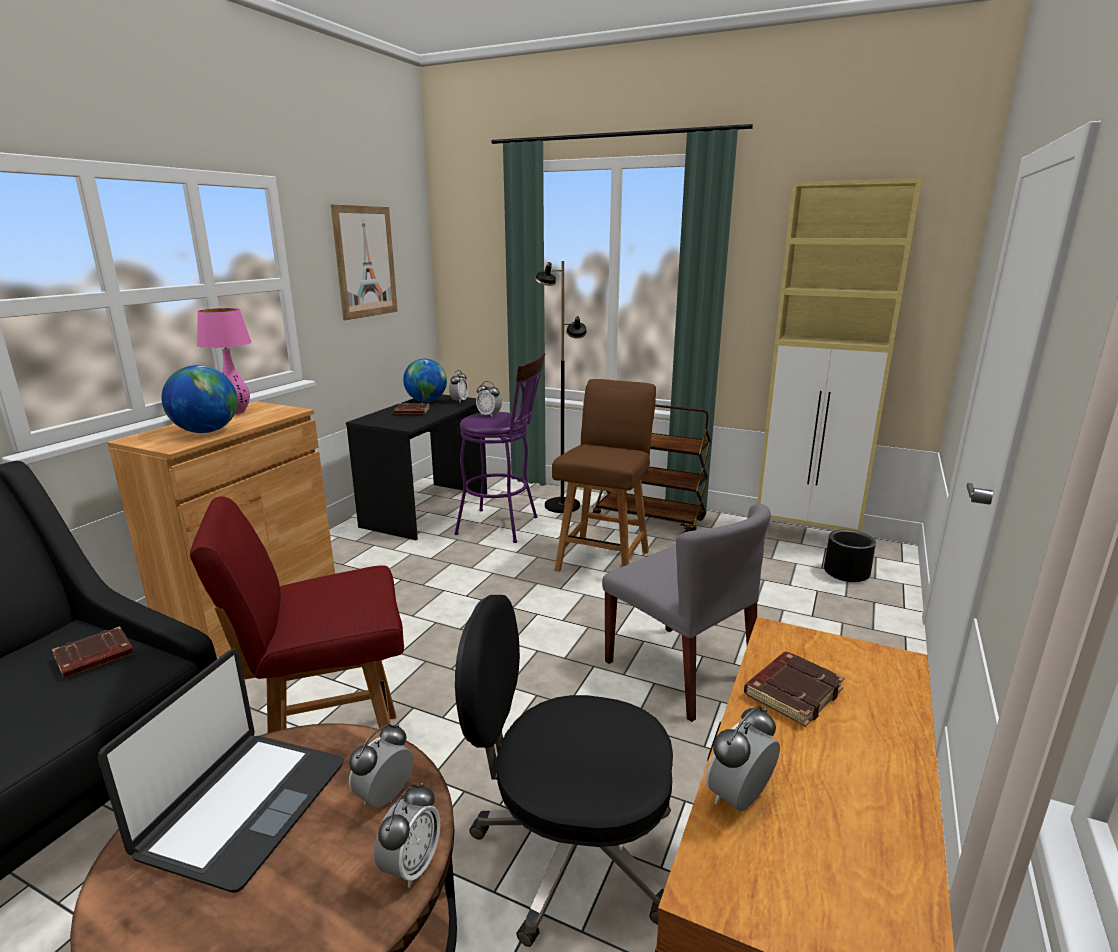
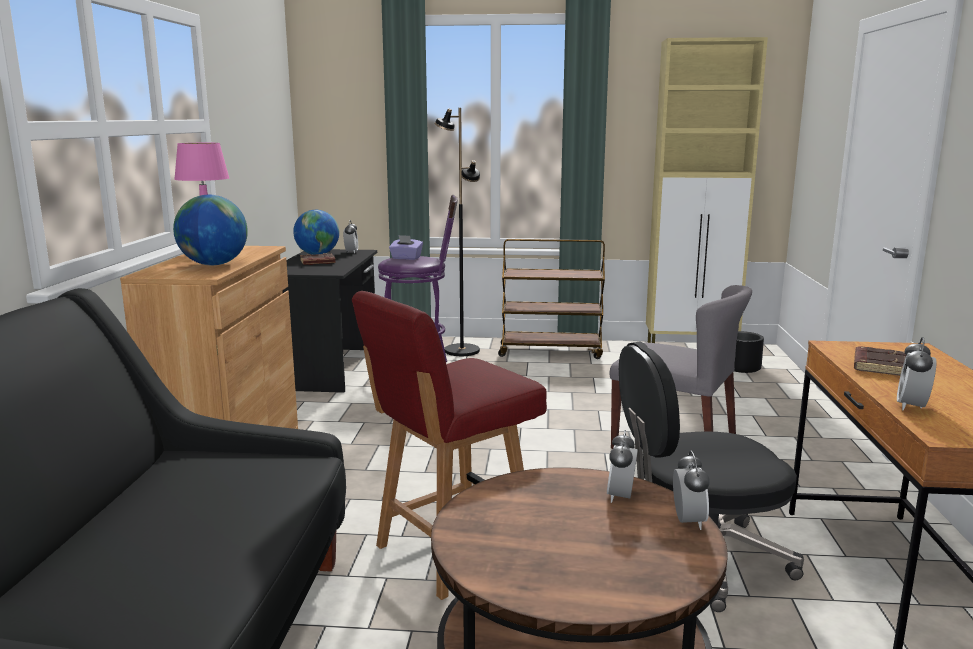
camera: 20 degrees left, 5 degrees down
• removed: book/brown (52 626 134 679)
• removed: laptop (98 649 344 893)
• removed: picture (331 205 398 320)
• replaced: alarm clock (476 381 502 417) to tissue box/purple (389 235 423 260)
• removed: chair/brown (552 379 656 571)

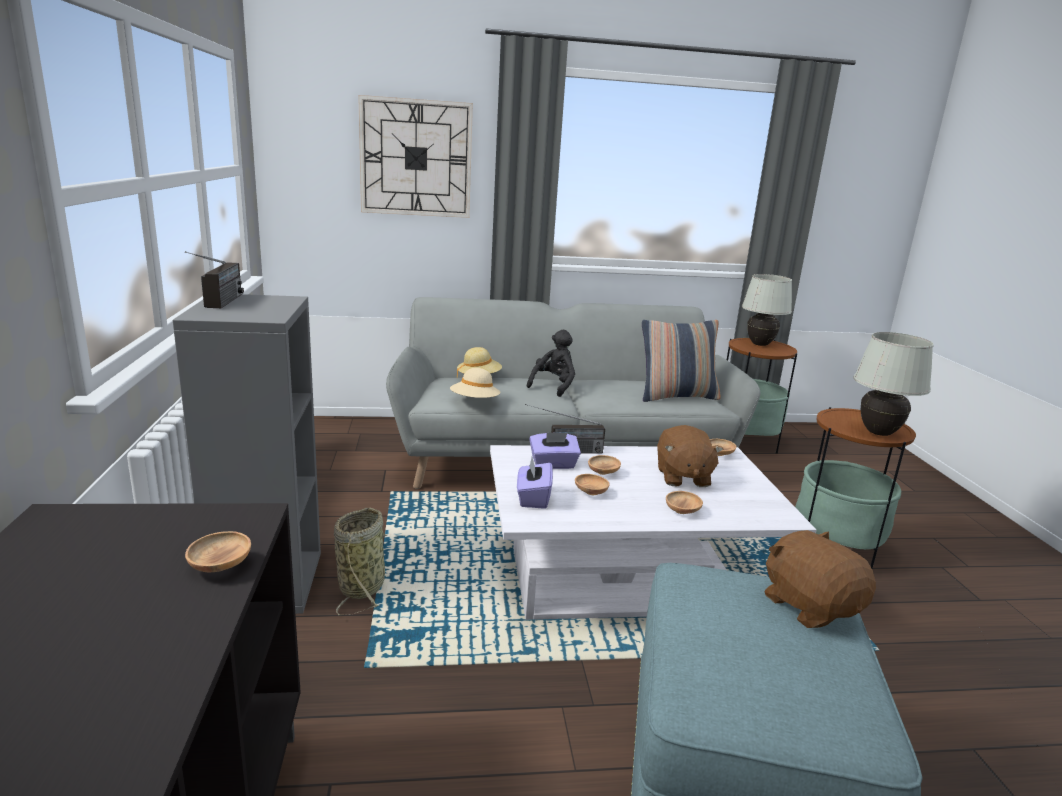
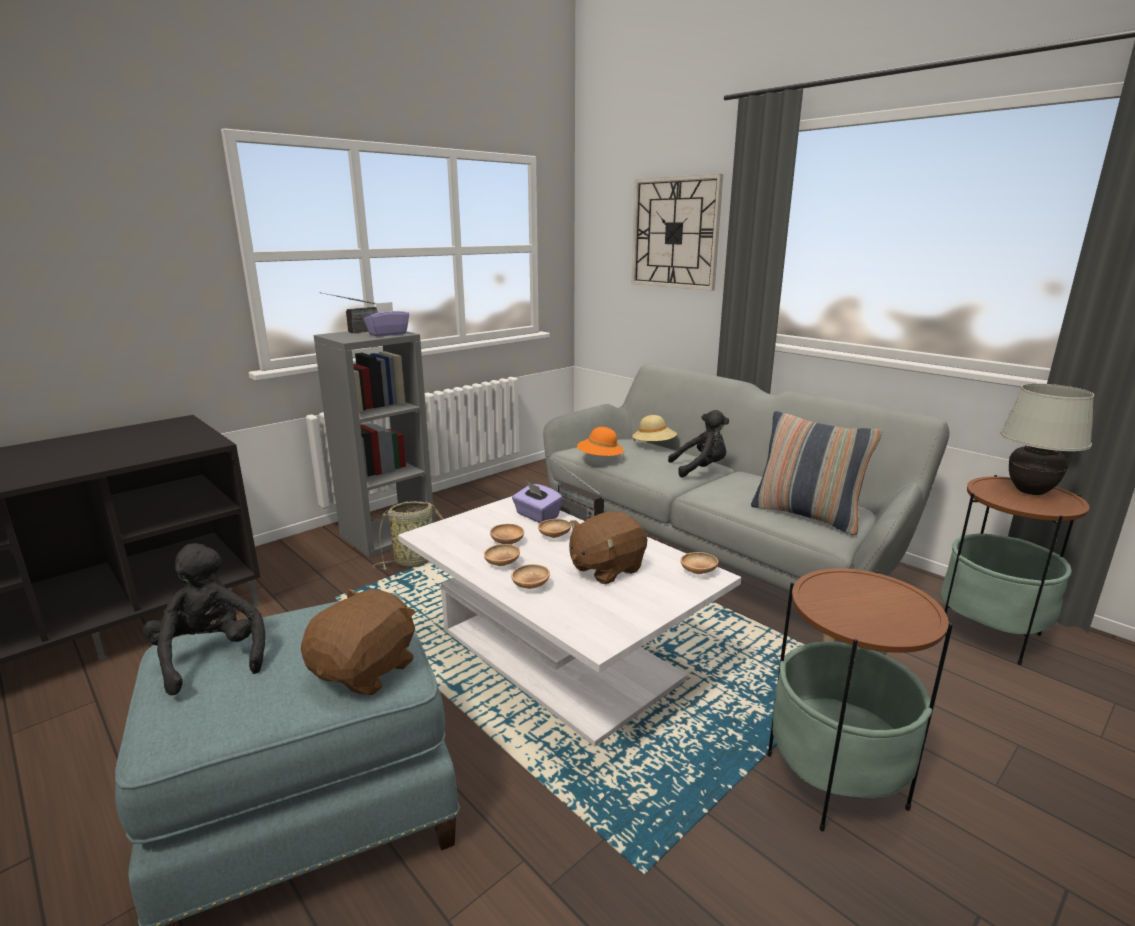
camera: 55 degrees right, 0 degrees up
• moved: bowl/brown (185 531 251 572) to (484 544 520 566)
• recoloured: hat/beige (450 368 500 398) to hat/orange (577 427 624 460)
• moved: tissue box/purple (517 457 553 509) to (363 302 409 337)
• removed: table lamp/white (853 332 934 436)
• added: plush toy/black (143 543 265 695)

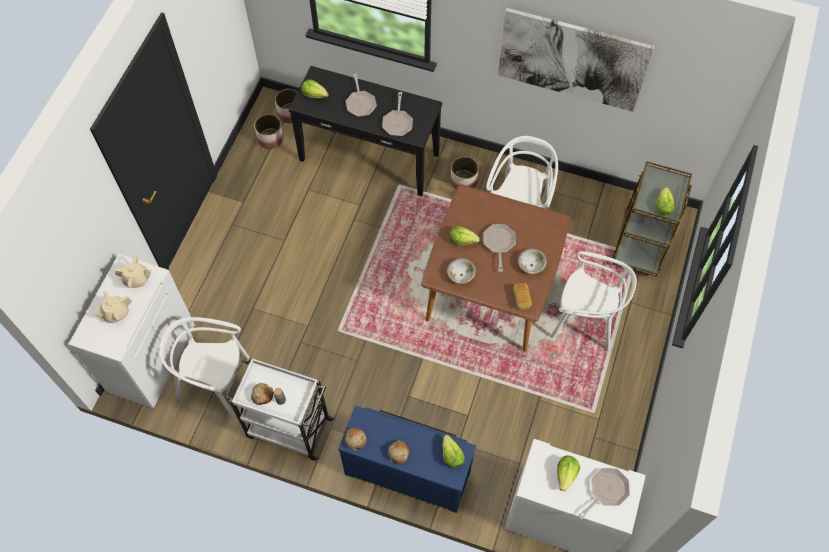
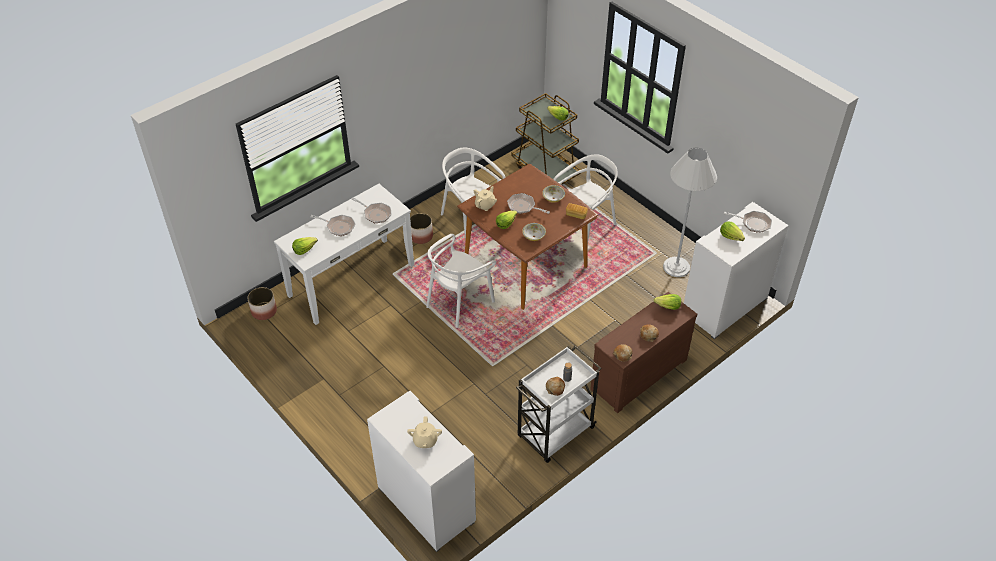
camera: 60 degrees left, 15 degrees down
• moved: teapot/beige (115 255 151 288) to (474 186 497 211)
• moved: chair/white (159 317 249 416) to (426 234 496 328)
• removed: planter (254 114 284 149)
• recoloured: console table/black (289 66 442 196) to console table/white (274 184 414 325)
• recoloured: dresser/blue (338 406 476 513) to dresser/brown (590 292 697 413)
• removed: picture (498 8 654 112)
• turned: frying pan (578 468 630 519) = (724 211 772 233) 120 degrees clockwise
• added: floor lamp/white (663 148 717 277)

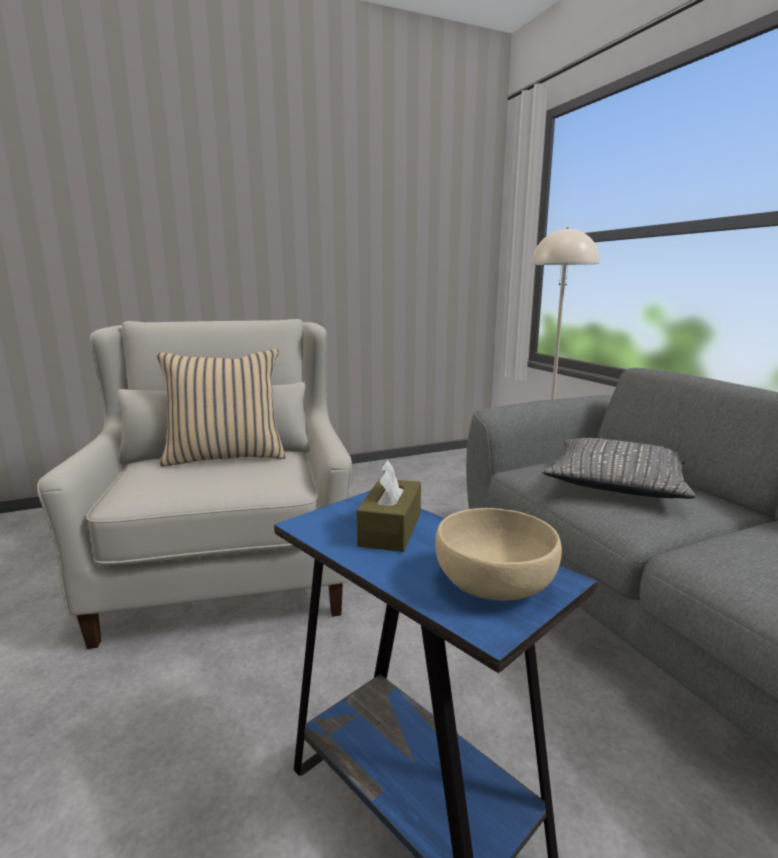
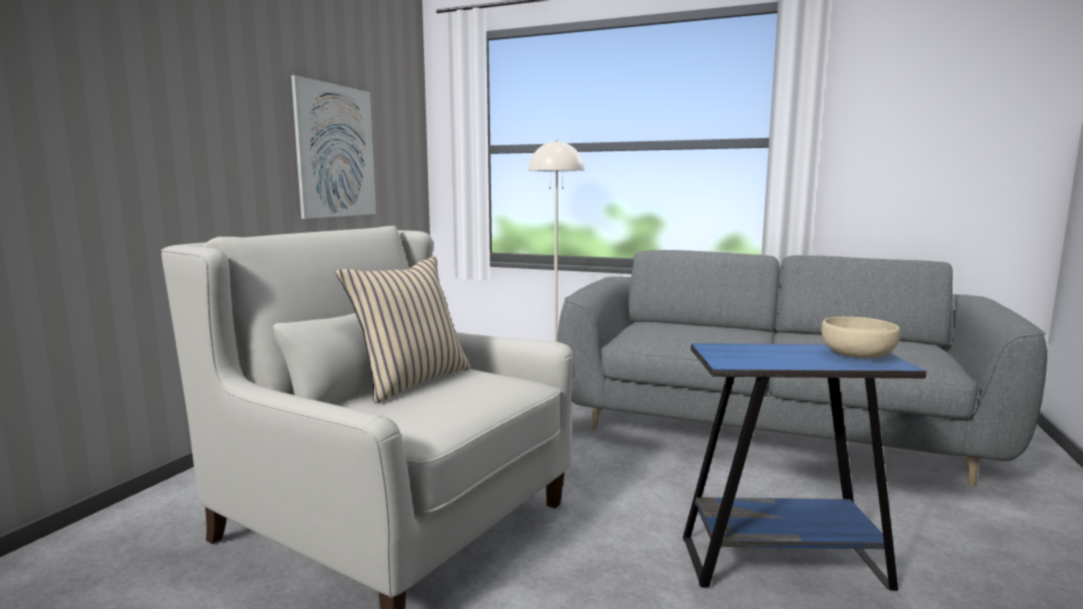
camera: 45 degrees left, 5 degrees down
• removed: tissue box/brown (357 460 421 552)
• removed: pillow/grey (542 438 696 499)
• added: picture (291 75 376 219)

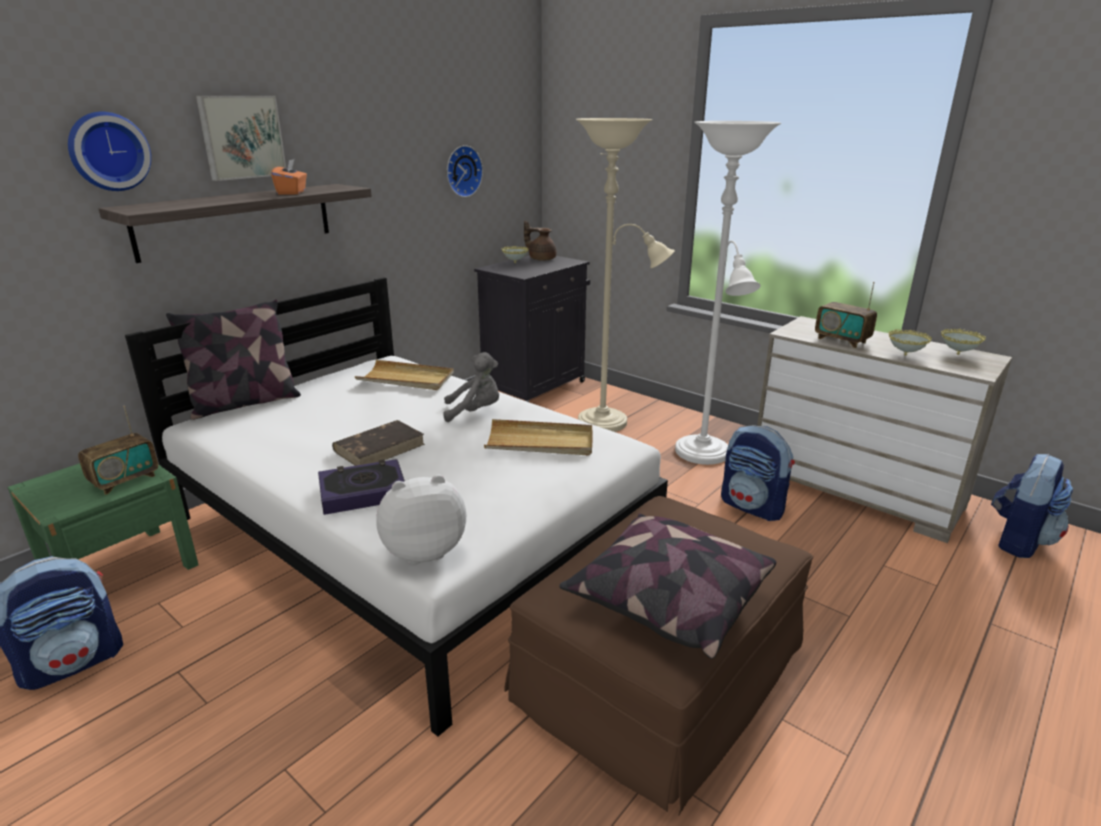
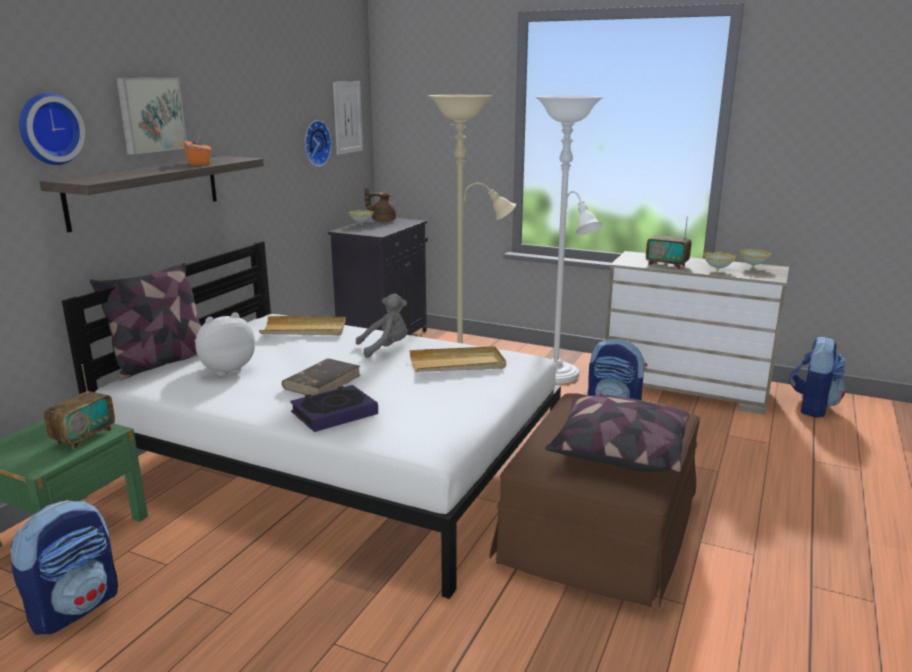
camera: 15 degrees left, 5 degrees down
• moved: plush toy (376 475 466 564) to (194 312 255 376)
• added: picture (333 82 363 155)

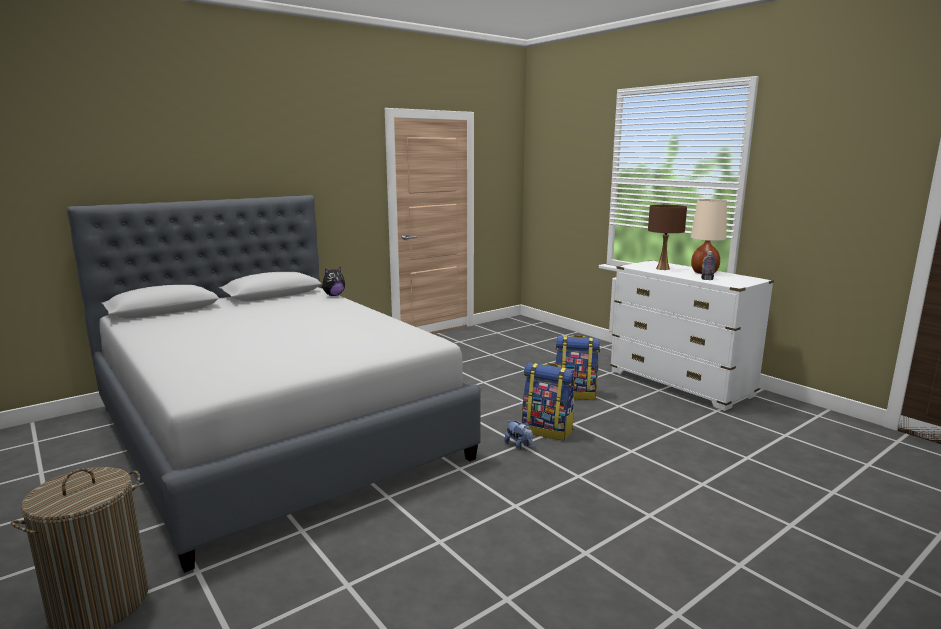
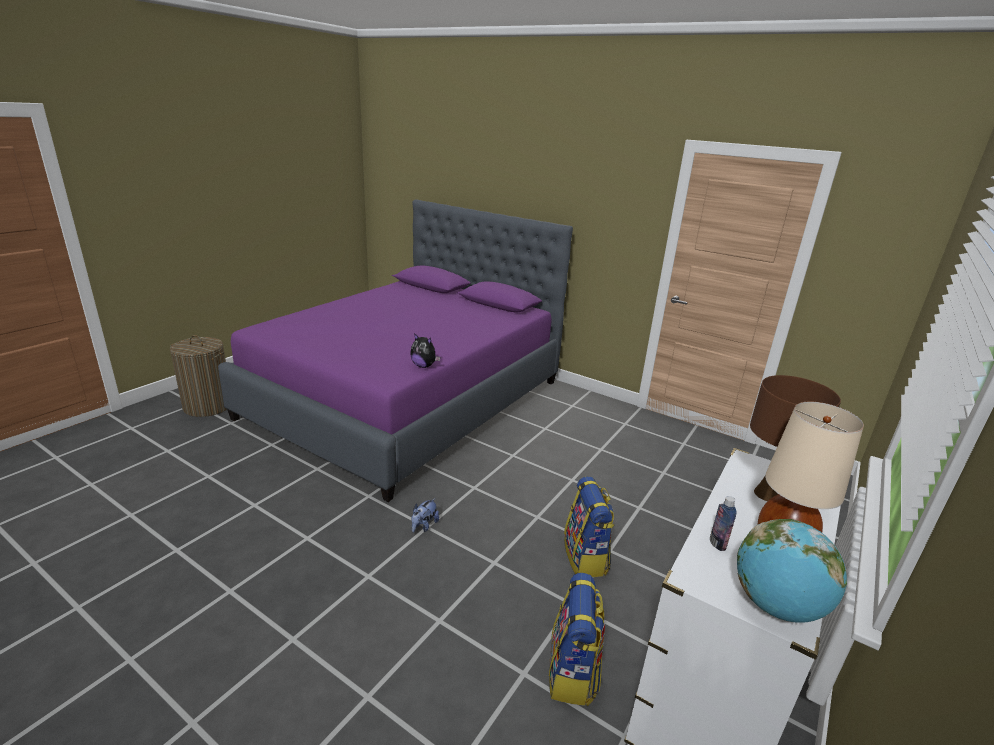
camera: 70 degrees right, 10 degrees up
• recoloured: bed/grey (67 195 481 573) to bed/purple (218 199 573 502)
• moved: plush toy (321 267 345 296) to (410 333 440 368)
• moved: backpack (522 363 575 441) to (549 573 605 706)
• added: globe (737 519 847 623)

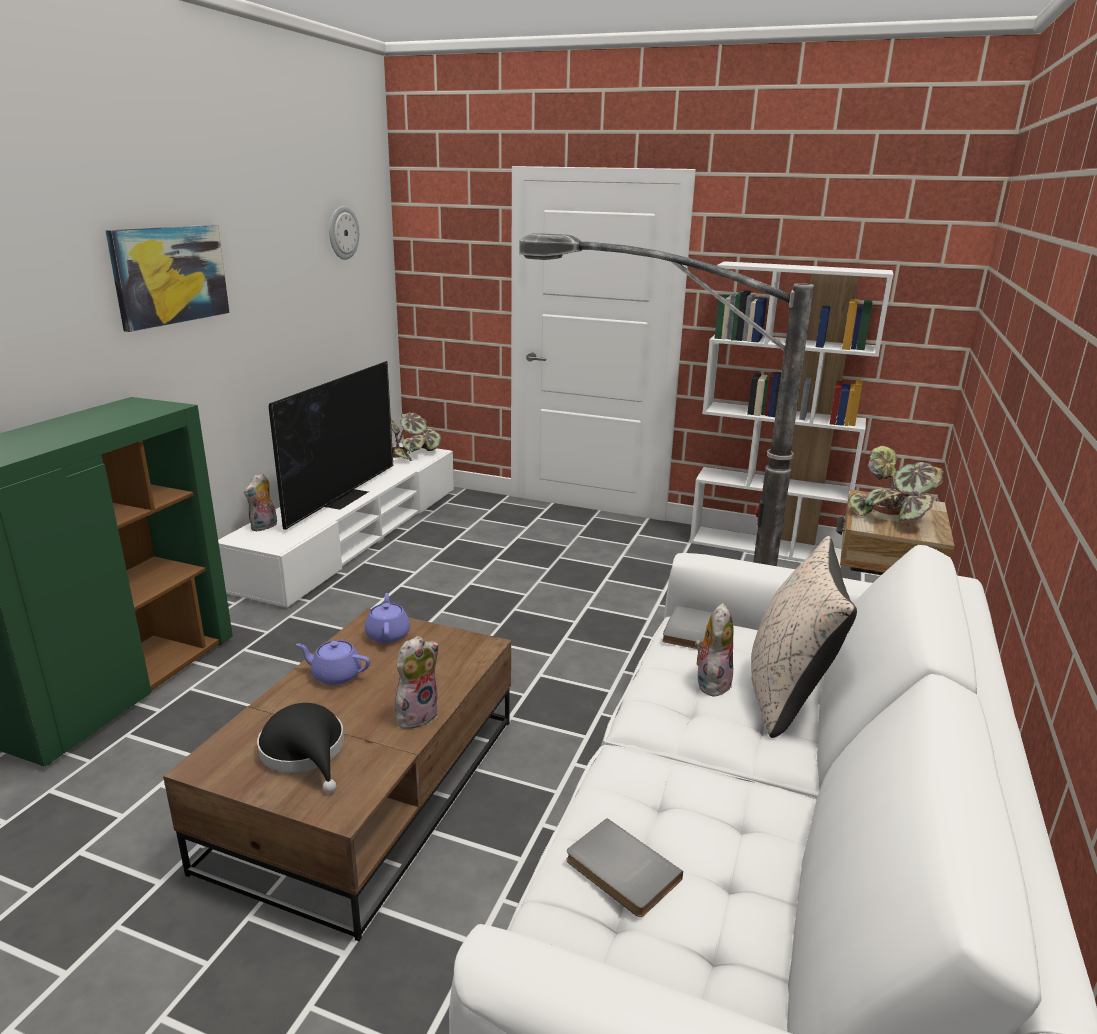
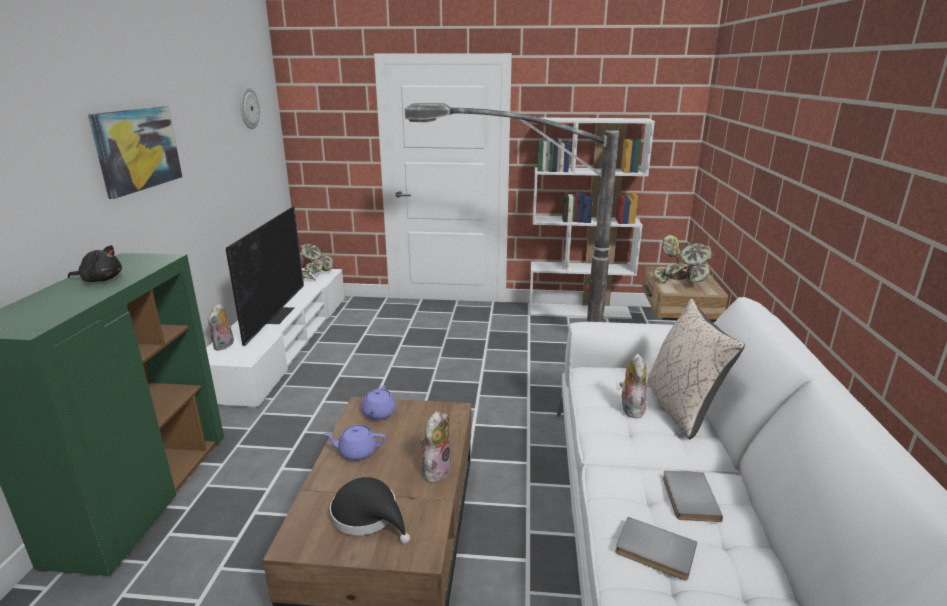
camera: 15 degrees left, 0 degrees up
• turned: teapot/purple (365 593 410 643) = (362 385 396 420) 150 degrees counterclockwise
• moved: book/grey (662 606 713 649) to (663 471 723 522)
• added: plush toy/black (68 245 122 282)

